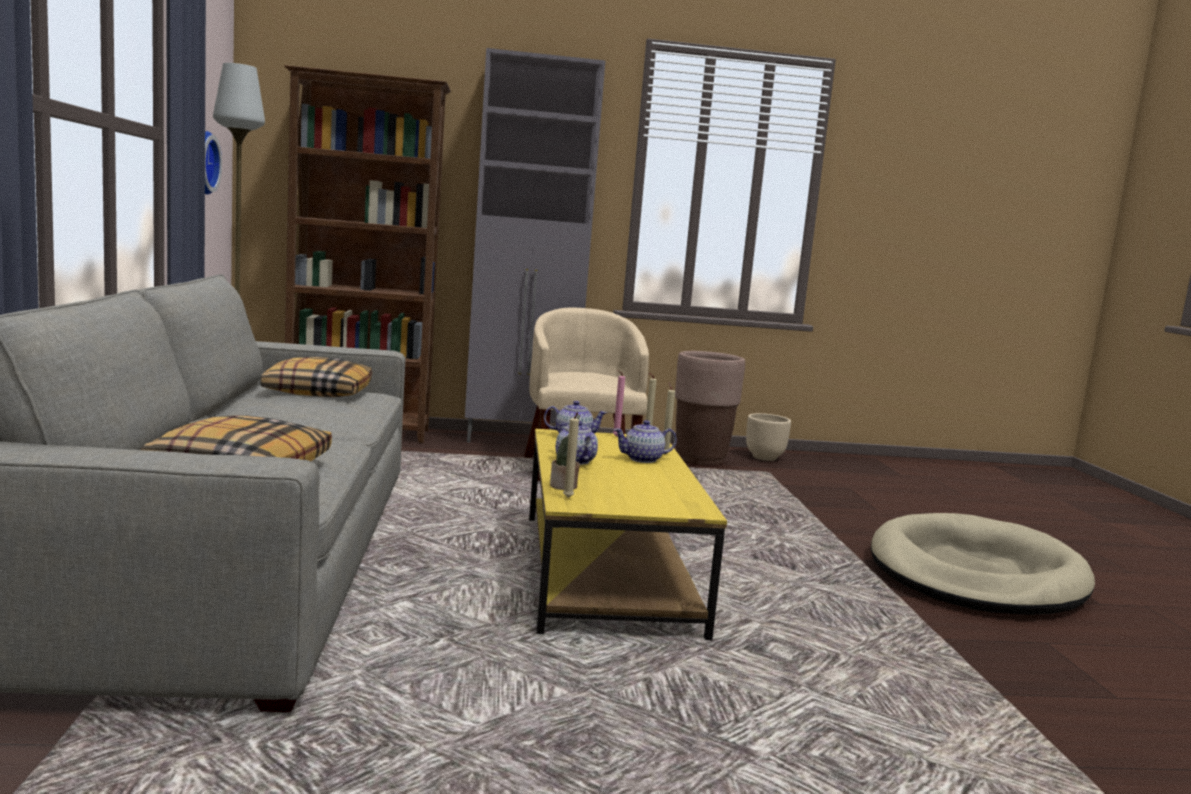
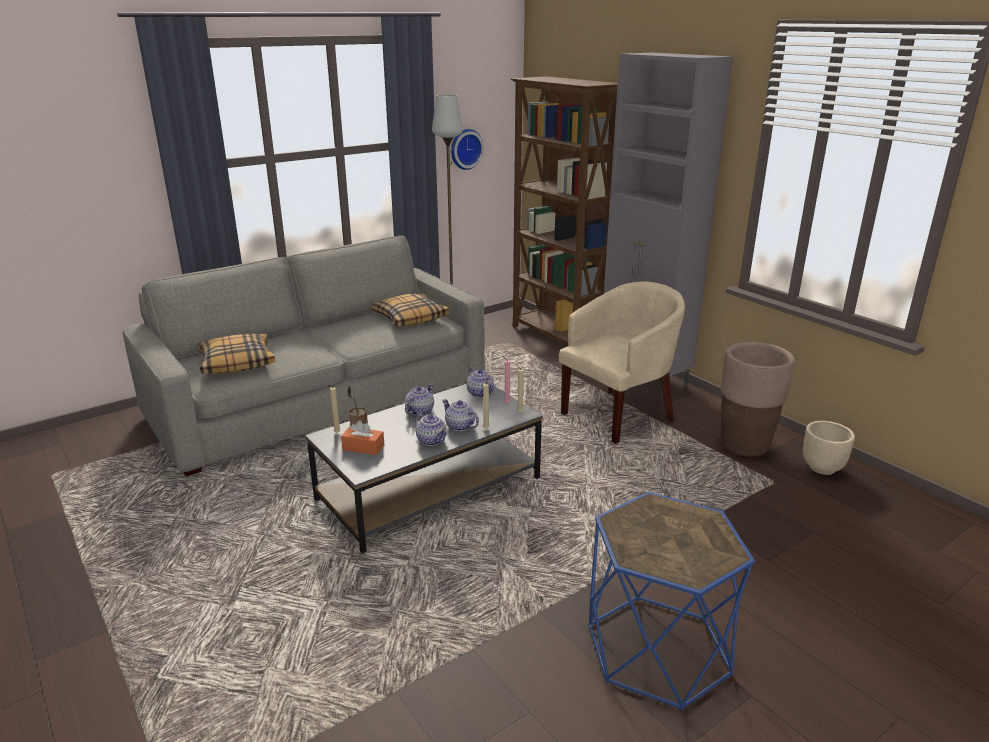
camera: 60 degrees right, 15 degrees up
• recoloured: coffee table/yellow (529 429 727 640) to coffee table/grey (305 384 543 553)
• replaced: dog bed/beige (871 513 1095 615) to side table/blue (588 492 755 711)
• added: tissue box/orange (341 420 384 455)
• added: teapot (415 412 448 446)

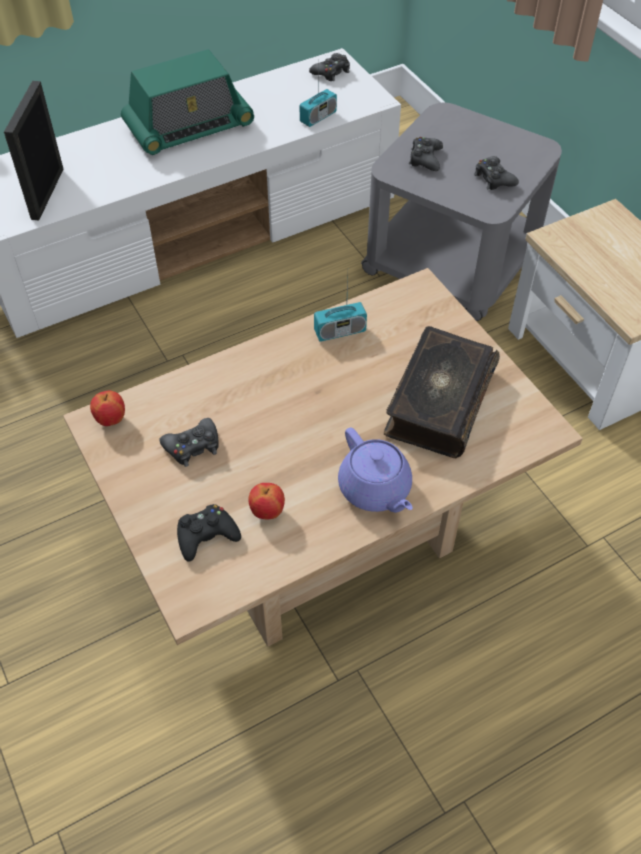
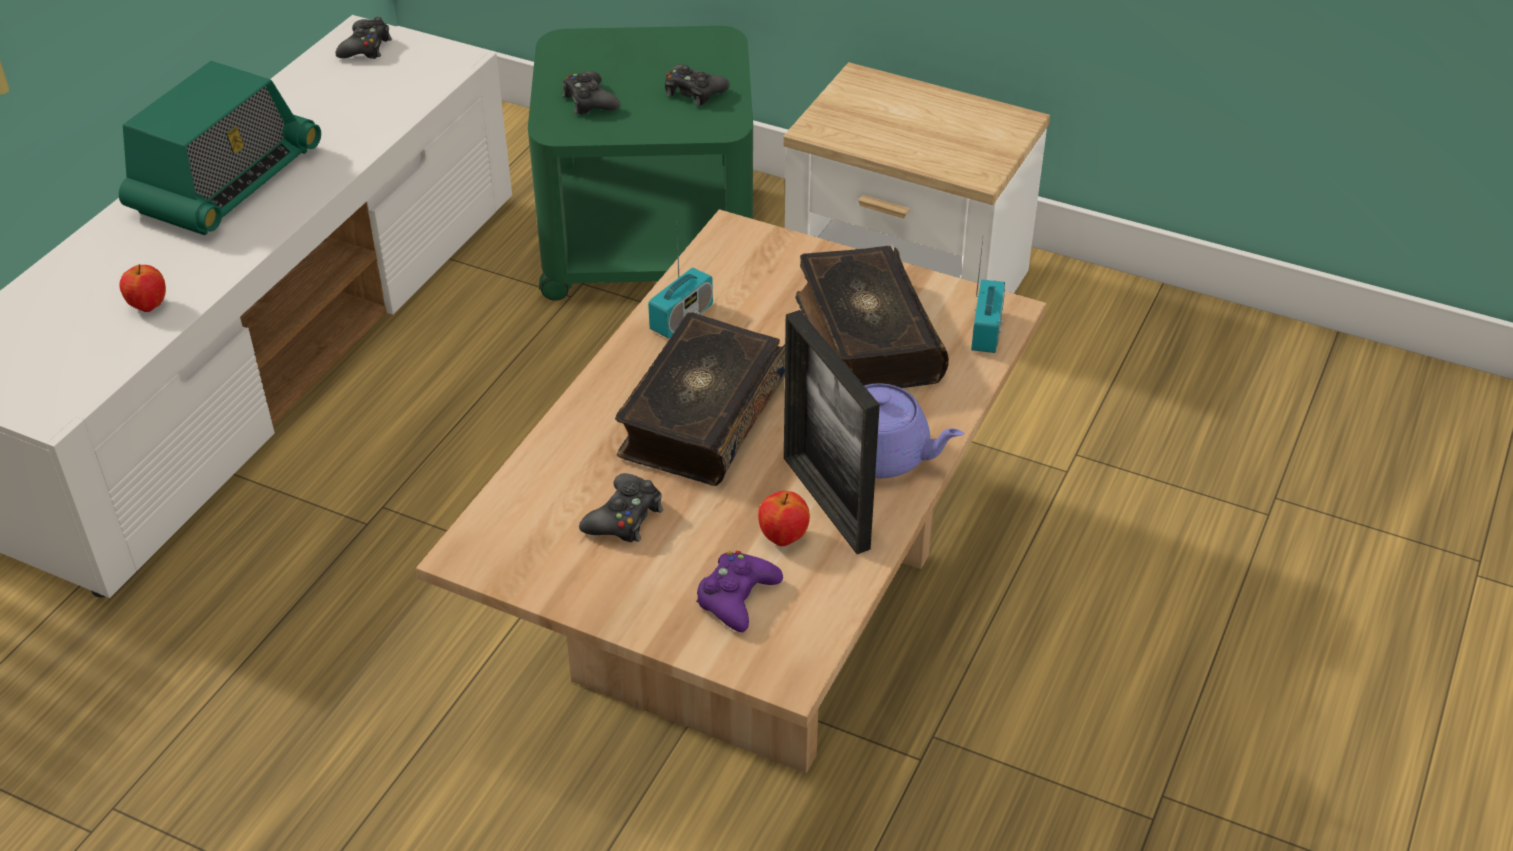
camera: 35 degrees left, 10 degrees down
• moved: picture frame (4 81 63 220) to (784 310 880 554)
• moved: apple (90 391 125 426) to (119 264 166 312)
• recoloured: game controller/black (177 504 241 561) to game controller/purple (696 551 783 632)
• moved: radio (300 58 337 127) to (971 240 1005 353)
• recoloured: side table/grey (361 102 562 321) to side table/green (528 26 753 301)
• added: book (615 312 785 486)

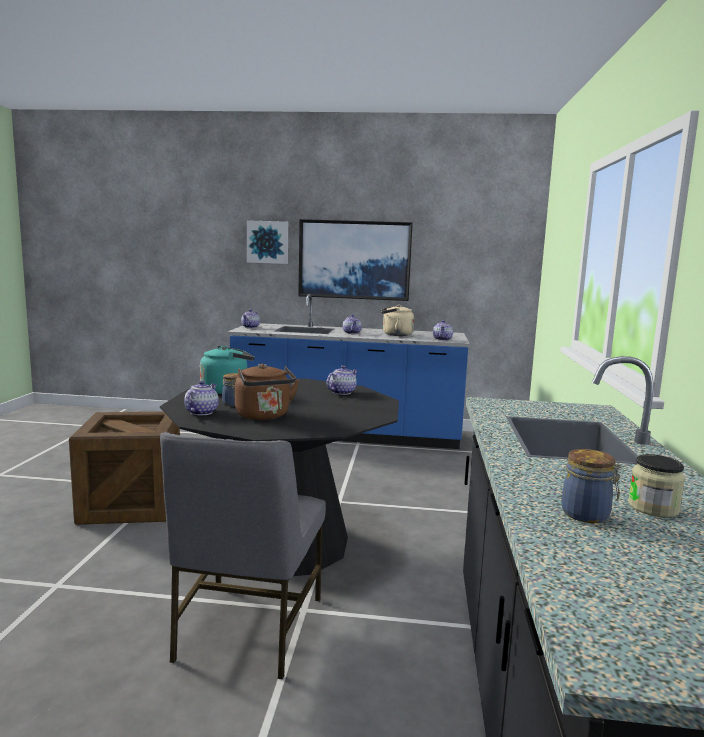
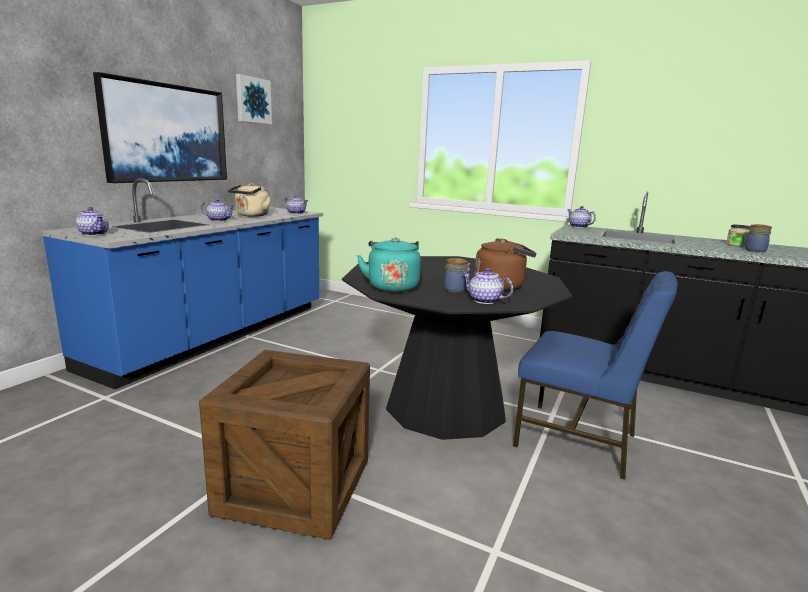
camera: 70 degrees left, 5 degrees up
• recoloured: chair/grey (160 432 326 680) to chair/blue (513 271 678 480)
• moved: picture (247 220 288 264) to (236 74 272 124)
• moved: teapot (326 365 358 395) to (567 206 596 228)

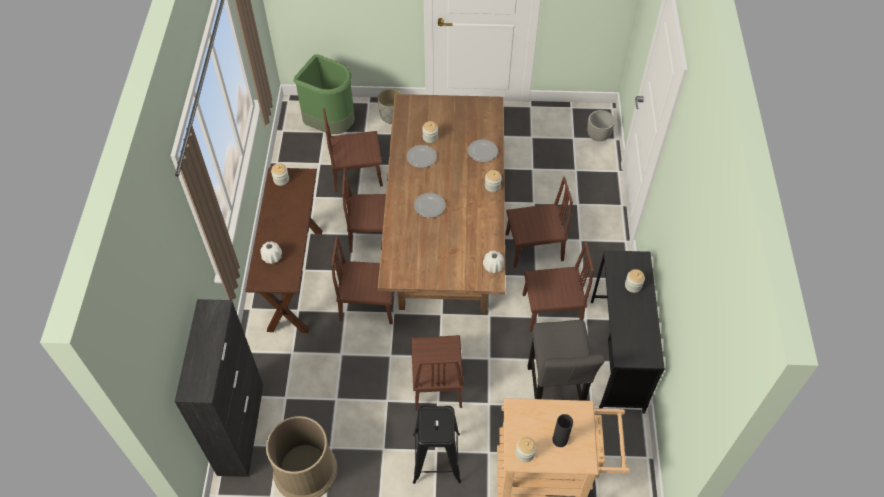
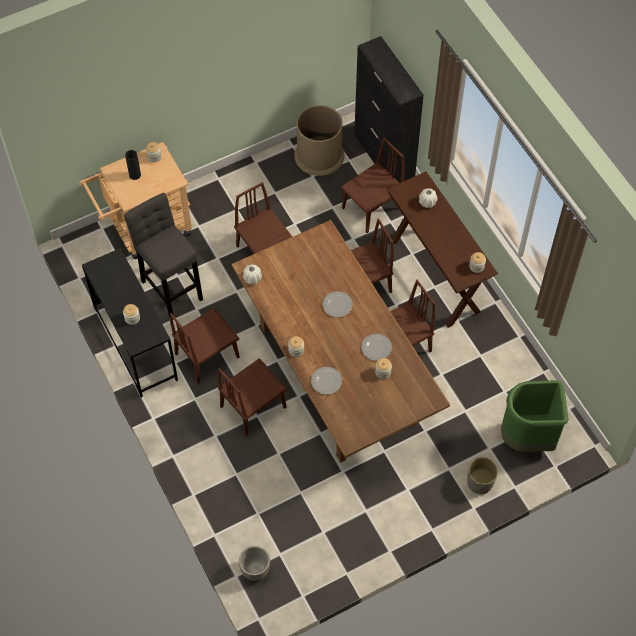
camera: 150 degrees right, 5 degrees up
• moved: chair/brown (323 108 383 192) to (341 137 405 233)
• removed: stool/black (413 406 461 484)

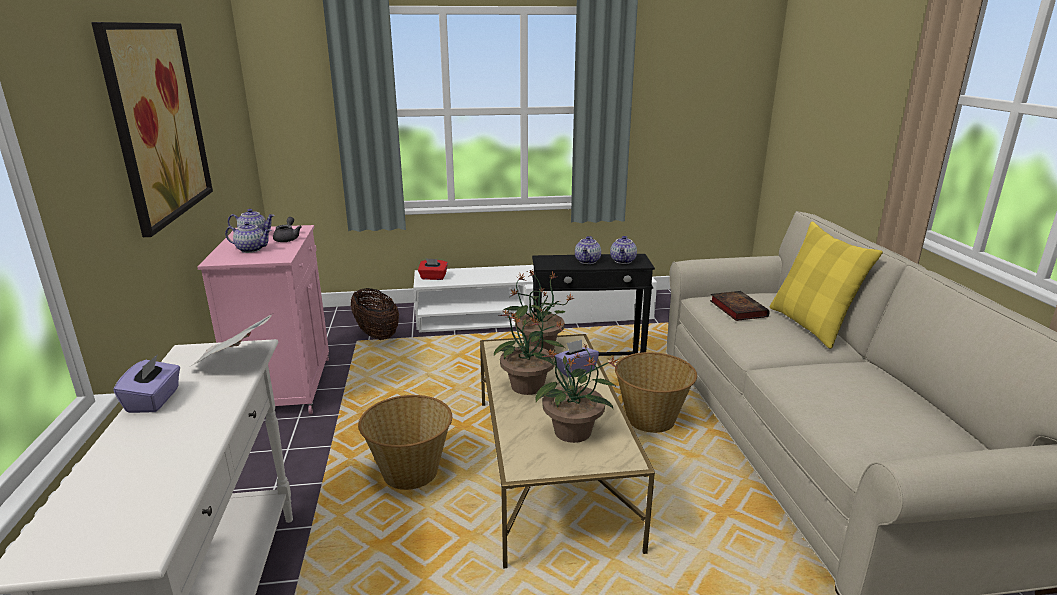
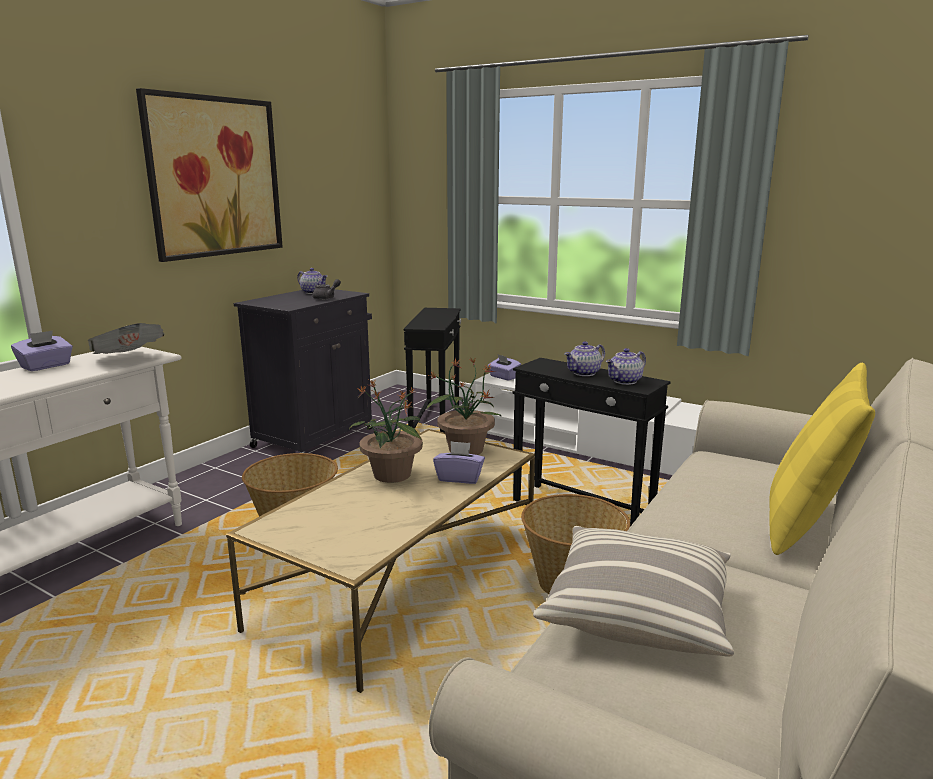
camera: 40 degrees right, 5 degrees down
• recoloured: cabinet/pink (197 225 329 414) to cabinet/black (234 289 372 453)
• removed: teapot (225 222 271 253)
• replaced: basket (351 288 399 340) to side table/black (403 308 461 433)
• recoloured: tissue box/red (418 258 448 280) to tissue box/purple (488 355 521 381)
• removed: potted plant (535 343 619 443)
• removed: book (710 291 769 321)
• added: pillow (533 526 734 657)

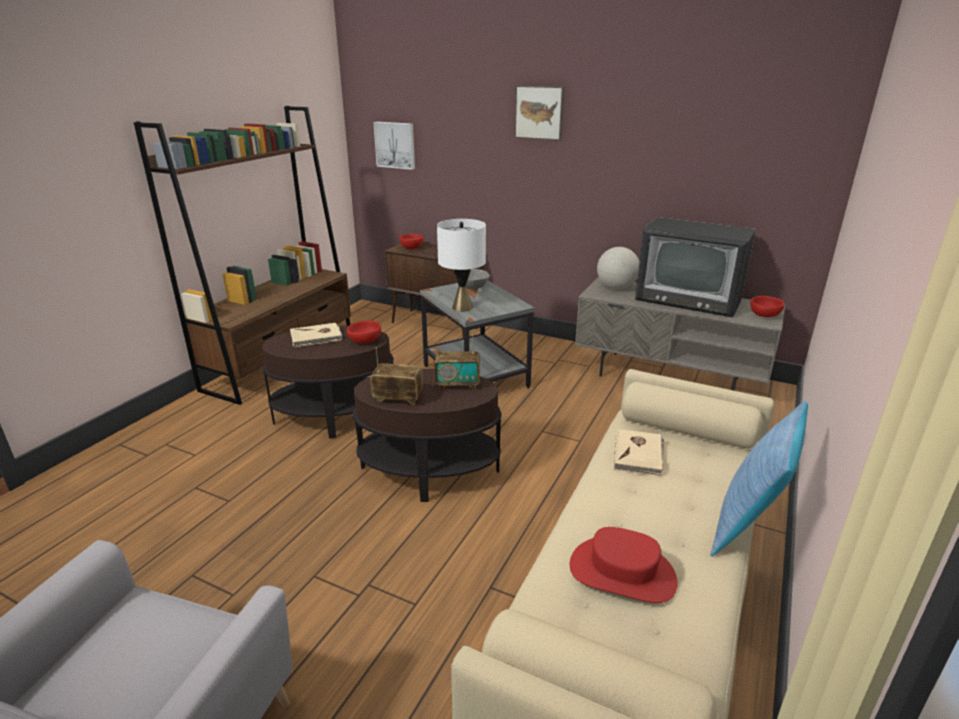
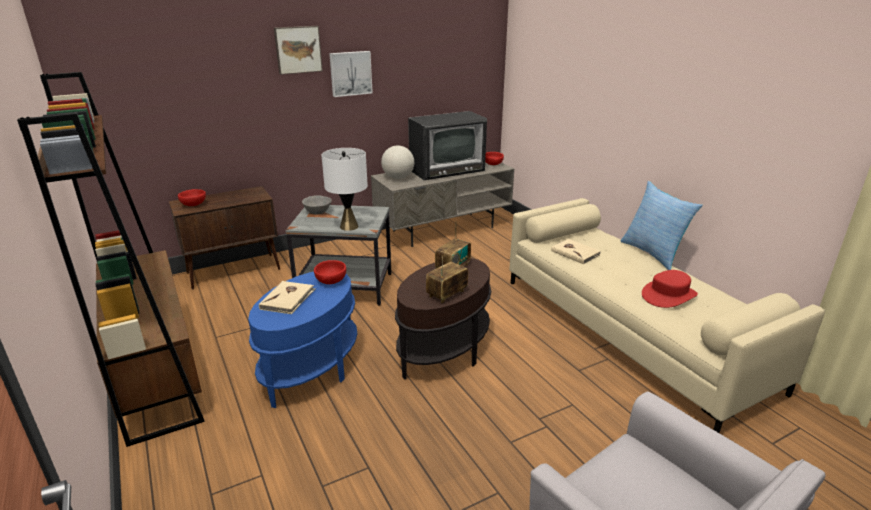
camera: 55 degrees left, 0 degrees up
• recoloured: side table/brown (262 326 394 438) to side table/blue (248 272 357 408)
• moved: picture (373 122 415 170) to (329 51 373 97)

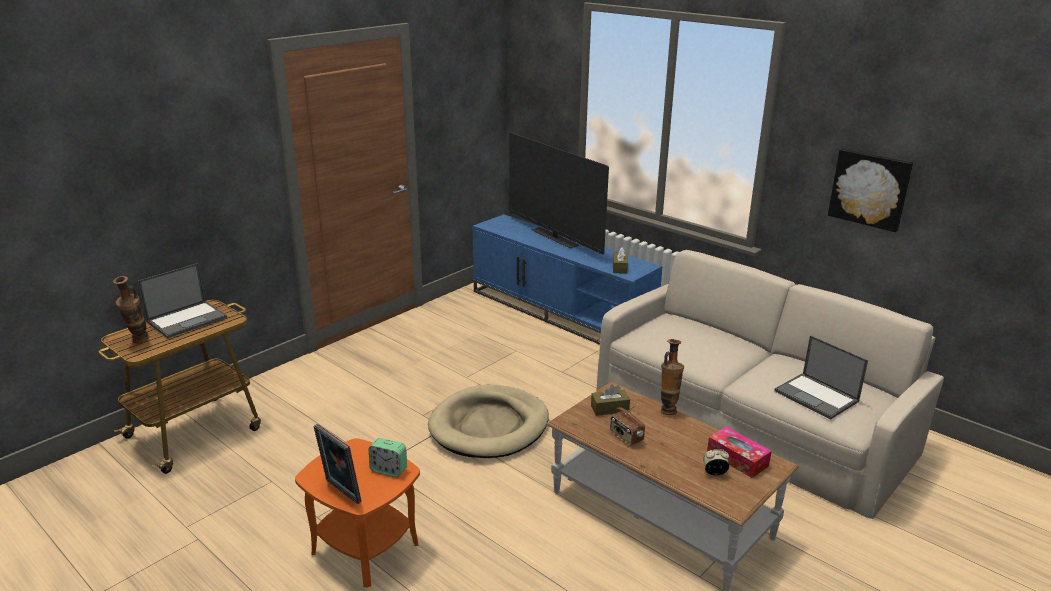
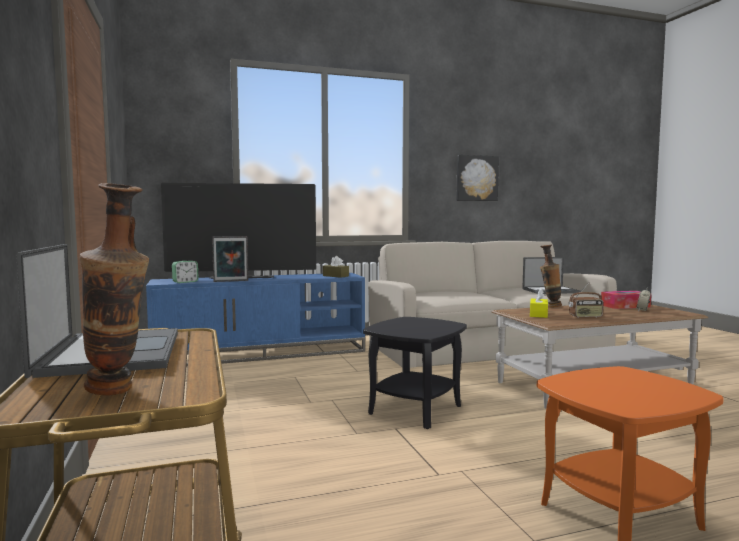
camera: 60 degrees left, 20 degrees down
• moved: picture frame (313 424 362 504) to (212 236 248 282)
• moved: alarm clock (369 438 407 477) to (172 261 199 283)
• replaced: dog bed/beige (428 385 549 458) to side table/black (363 317 467 429)
• recoloured: tissue box/brown (591 384 630 416) to tissue box/yellow (530 289 548 318)

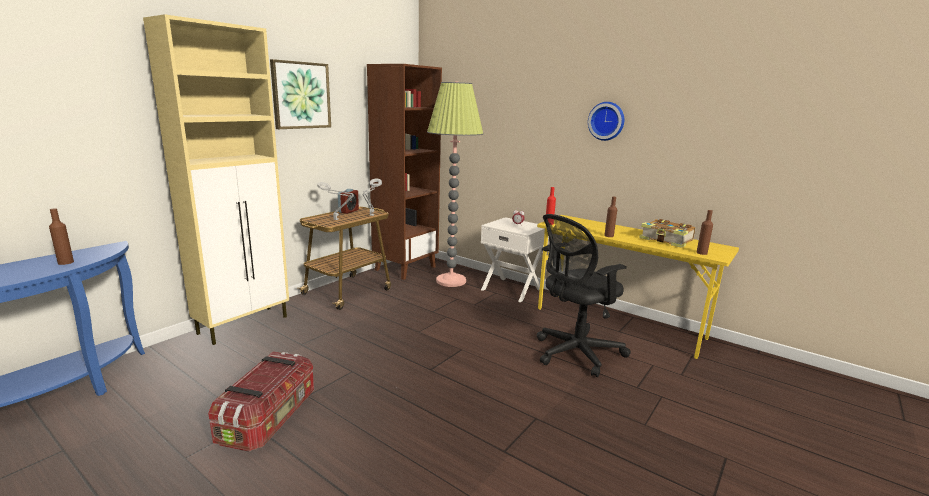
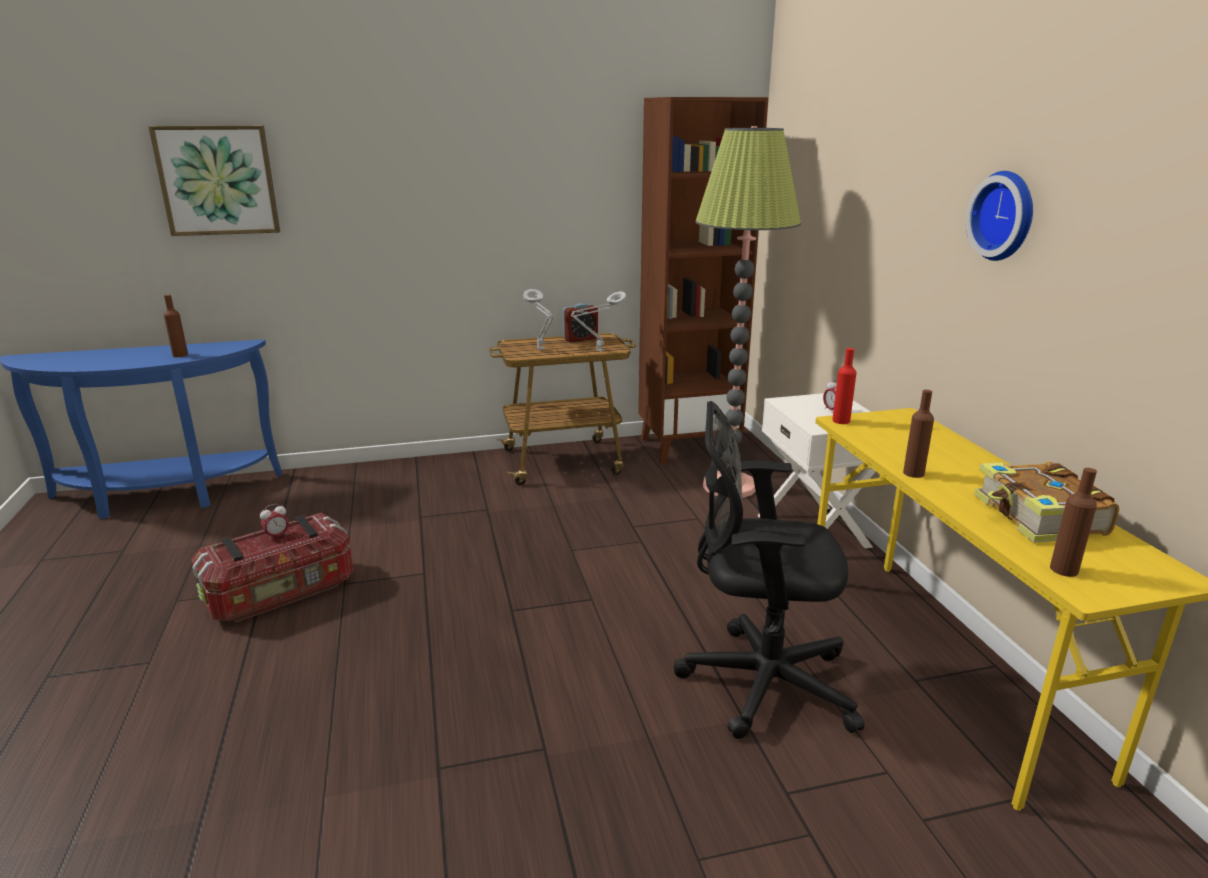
camera: 40 degrees right, 5 degrees up
• removed: cabinet/beige (143 14 289 345)
• moved: picture (270 59 331 129) to (148 125 280 236)
• added: alarm clock (260 504 289 541)

